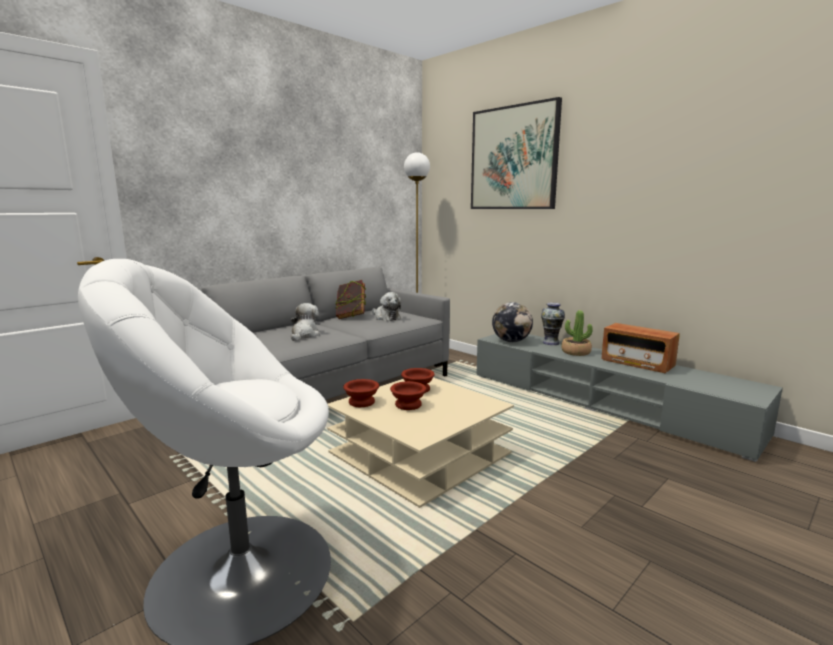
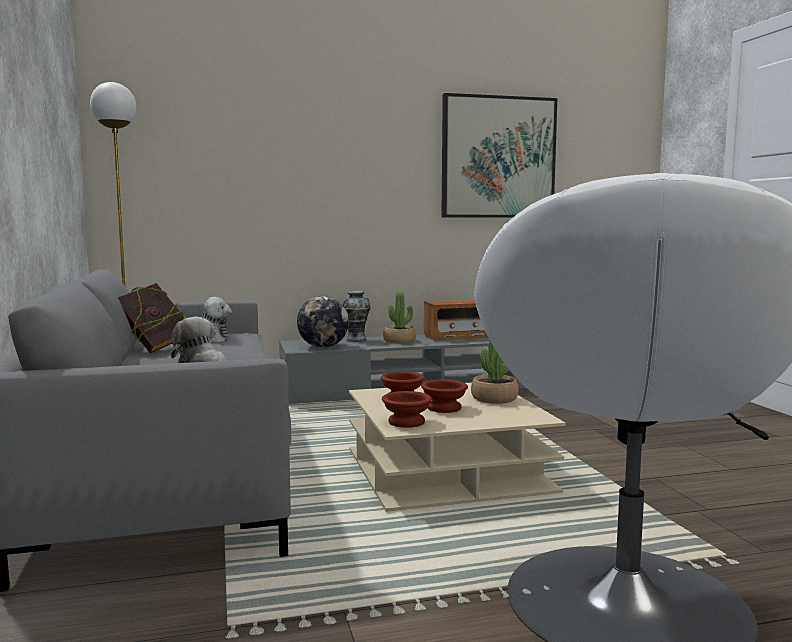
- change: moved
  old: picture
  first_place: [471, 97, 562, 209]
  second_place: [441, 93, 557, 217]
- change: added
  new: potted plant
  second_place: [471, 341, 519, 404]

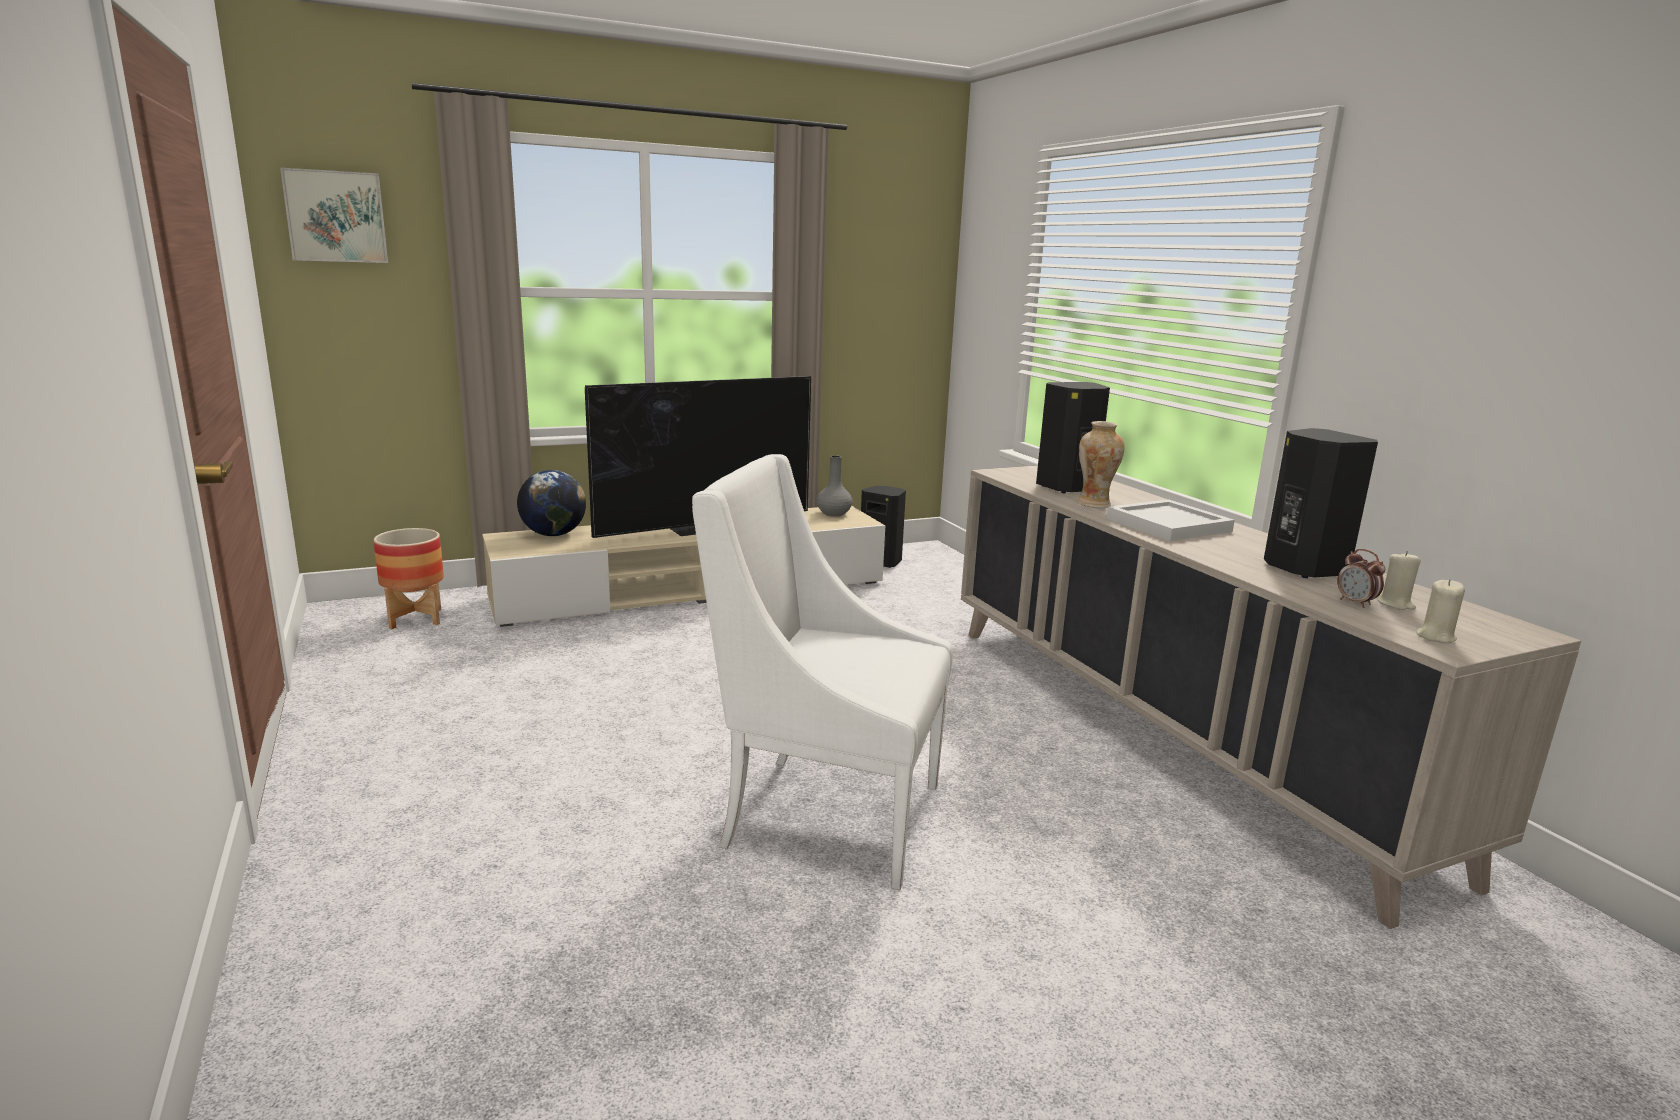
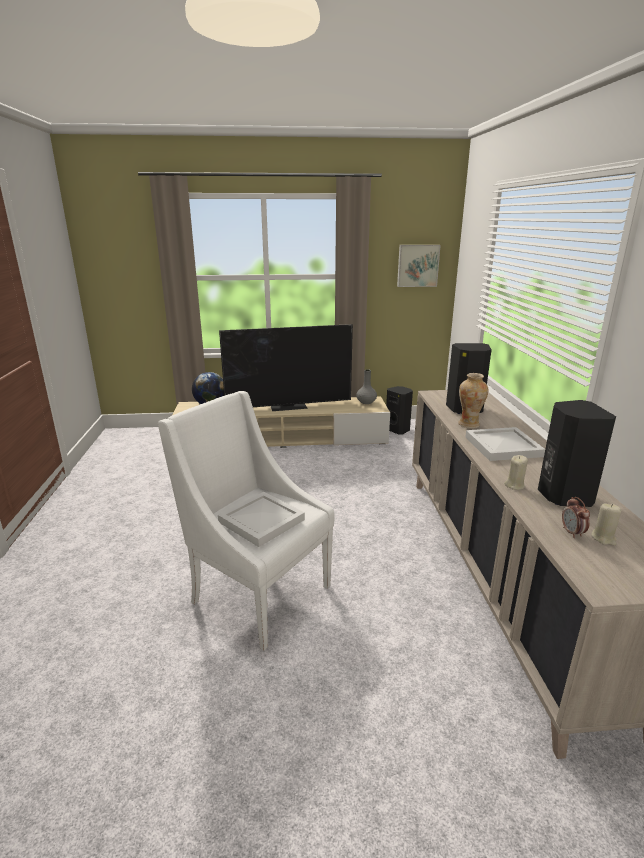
- change: added
  new: white-coloured carrying tray
  second_place: [218, 492, 305, 547]
- change: moved
  old: picture
  first_place: [280, 168, 388, 263]
  second_place: [397, 245, 441, 287]
- change: moved
  old: beige candle
  first_place: [1416, 580, 1465, 643]
  second_place: [504, 455, 528, 490]
- change: removed
  old: flower pot
  first_place: [373, 528, 444, 629]

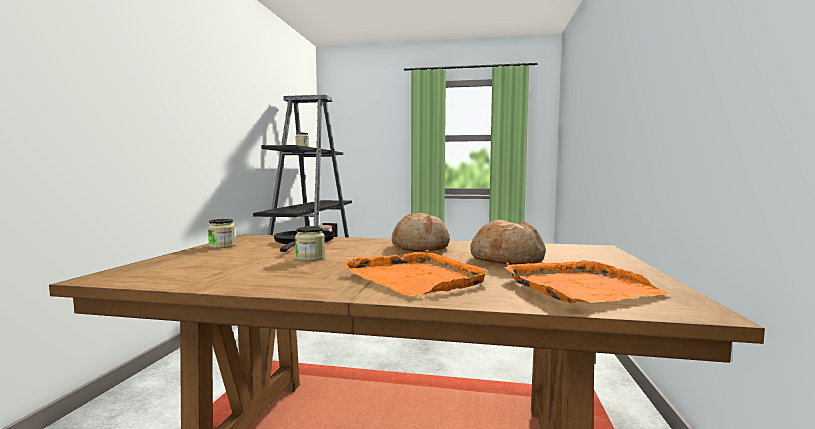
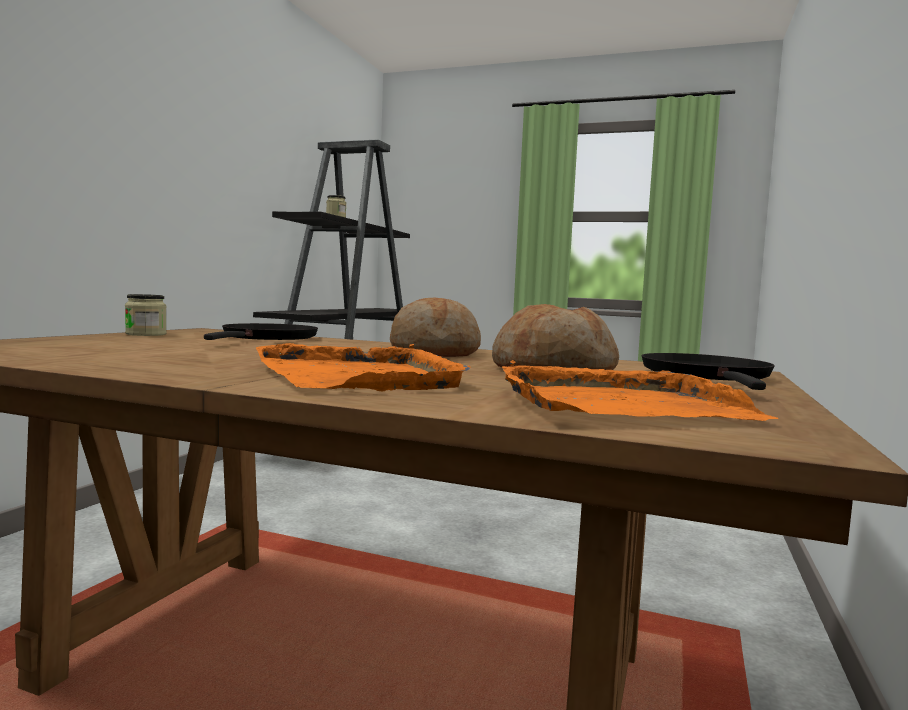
- change: added
  new: black frying pan
  second_place: [641, 353, 775, 390]
- change: removed
  old: storage jar
  first_place: [295, 226, 325, 261]

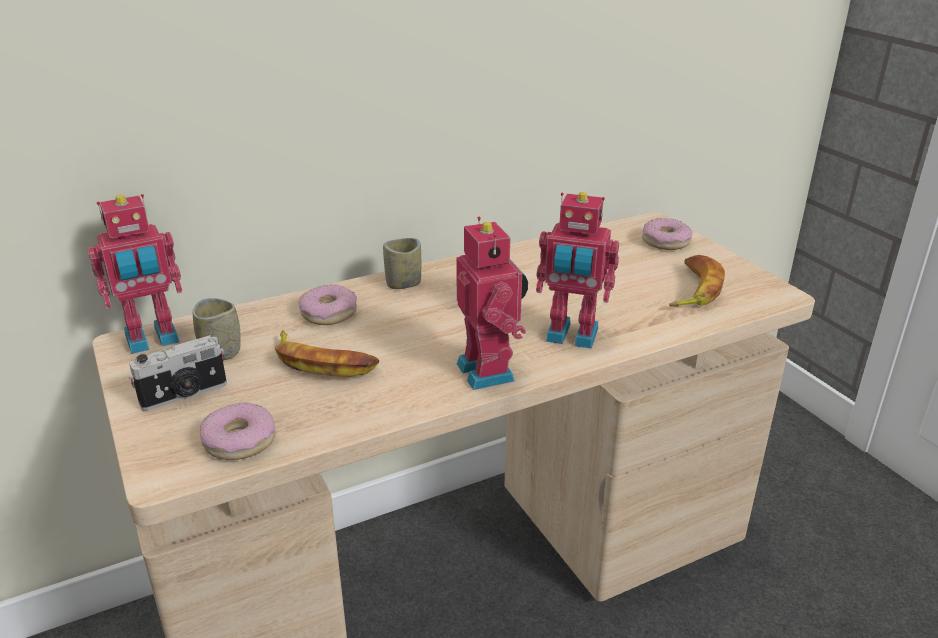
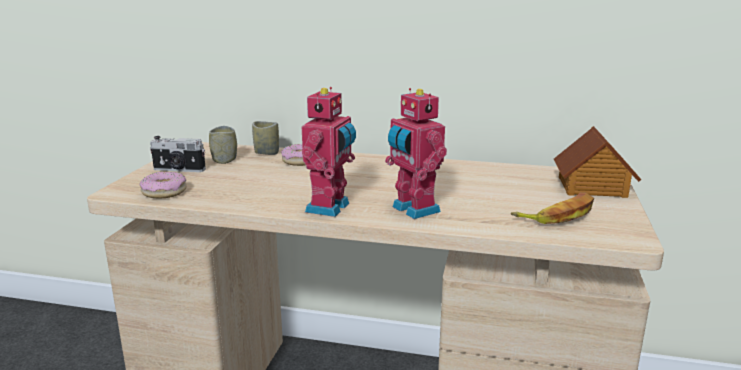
- change: moved
  old: small cup
  first_place: [383, 238, 421, 289]
  second_place: [252, 121, 279, 155]
- change: replaced
  old: ring doughnut
  new: model house
  first_place: [642, 218, 693, 250]
  second_place: [554, 126, 642, 198]
- change: removed
  old: toy robot
  first_place: [88, 194, 182, 354]
- change: removed
  old: whole banana
  first_place: [275, 330, 379, 377]

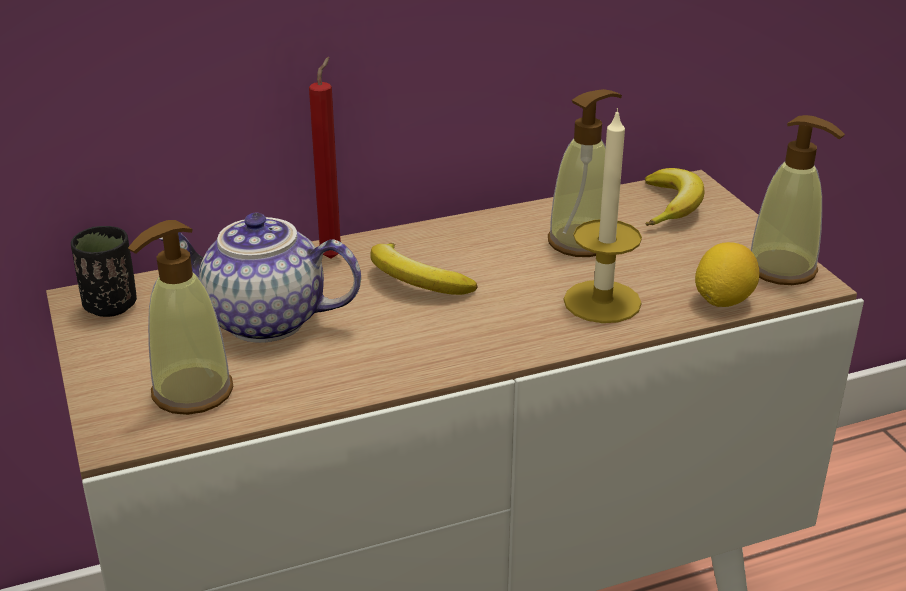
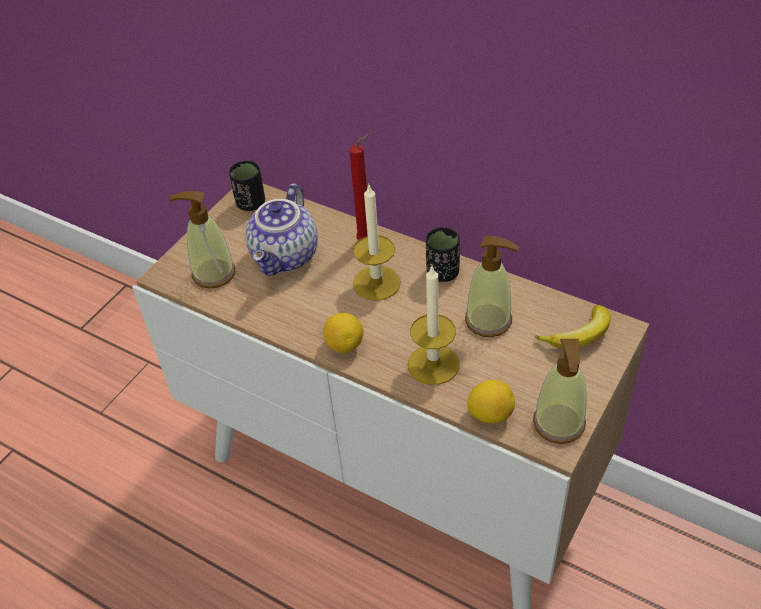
- change: turned
  old: teapot
  first_place: [159, 213, 361, 343]
  second_place: [246, 183, 318, 275]
  degrees: -135
- change: added
  new: citrus fruit
  second_place: [323, 313, 364, 353]
- change: replaced
  old: whole banana
  new: candle
  first_place: [370, 243, 478, 295]
  second_place: [353, 183, 401, 301]
- change: added
  new: black small cup
  second_place: [426, 227, 460, 282]

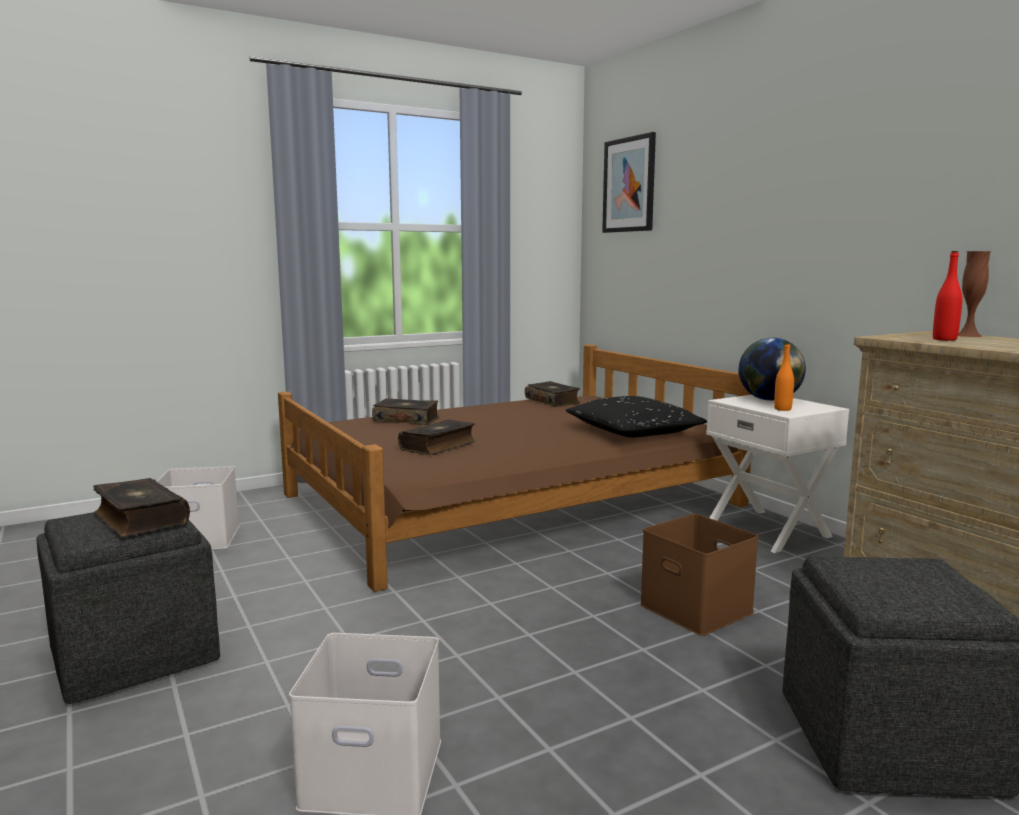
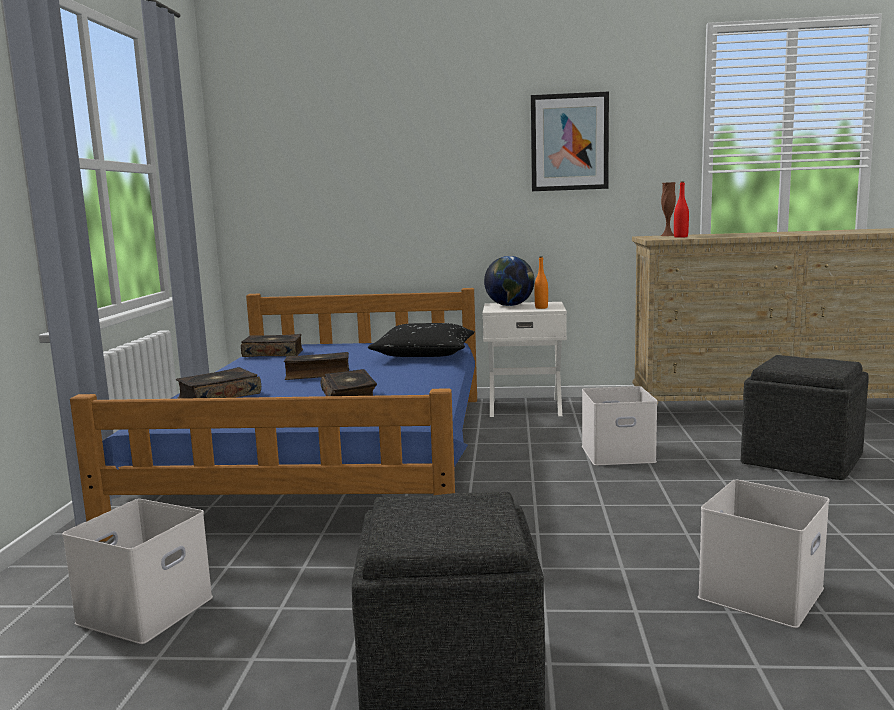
- change: recoloured
  old: brown bed
  new: blue bed
  first_place: [278, 344, 752, 592]
  second_place: [70, 288, 477, 541]
- change: moved
  old: book
  first_place: [93, 478, 190, 537]
  second_place: [284, 352, 349, 380]
- change: moved
  old: picture
  first_place: [602, 132, 656, 233]
  second_place: [531, 91, 609, 191]
- change: recoloured
  old: brown storage bin
  new: white-coloured storage bin
  first_place: [640, 514, 759, 636]
  second_place: [582, 386, 658, 465]

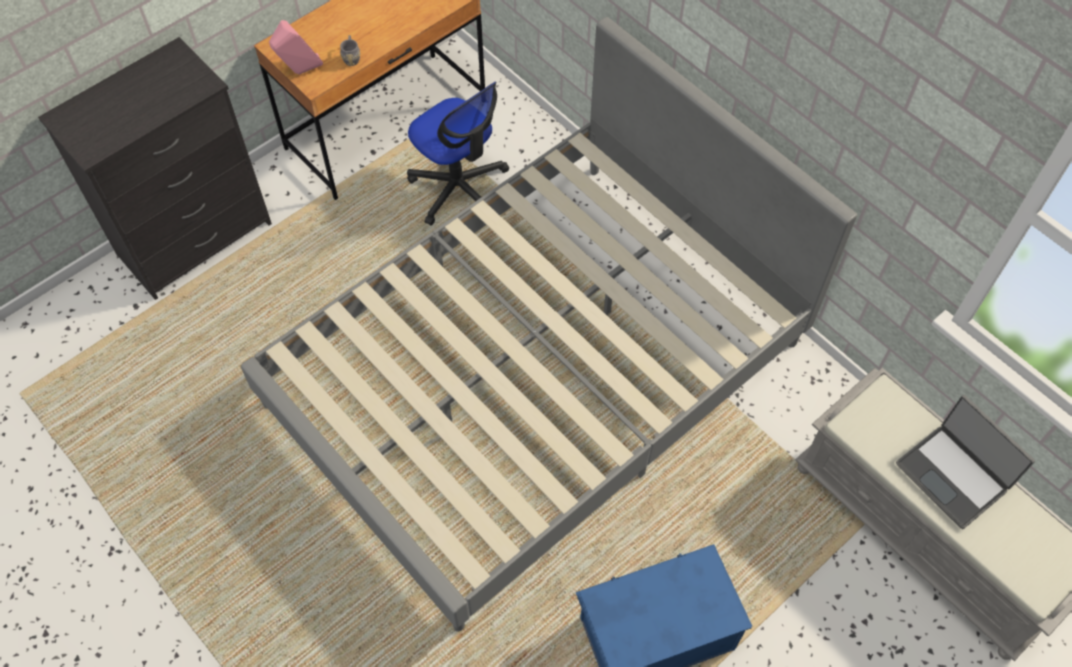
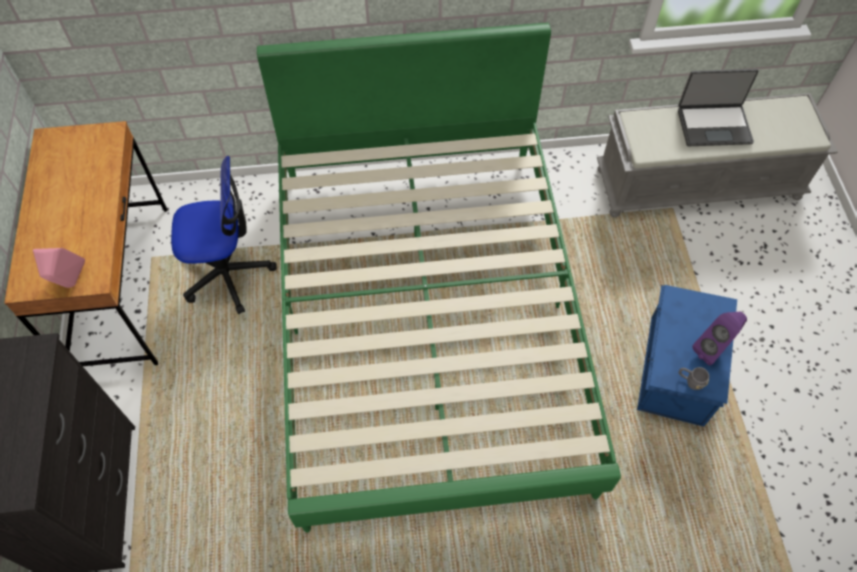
- change: recoloured
  old: grey bed
  new: greenish bed
  first_place: [241, 17, 857, 632]
  second_place: [257, 23, 621, 533]
- change: moved
  old: grey tea mug
  first_place: [340, 35, 360, 66]
  second_place: [679, 367, 709, 390]
- change: added
  new: purple speaker
  second_place: [693, 312, 747, 365]

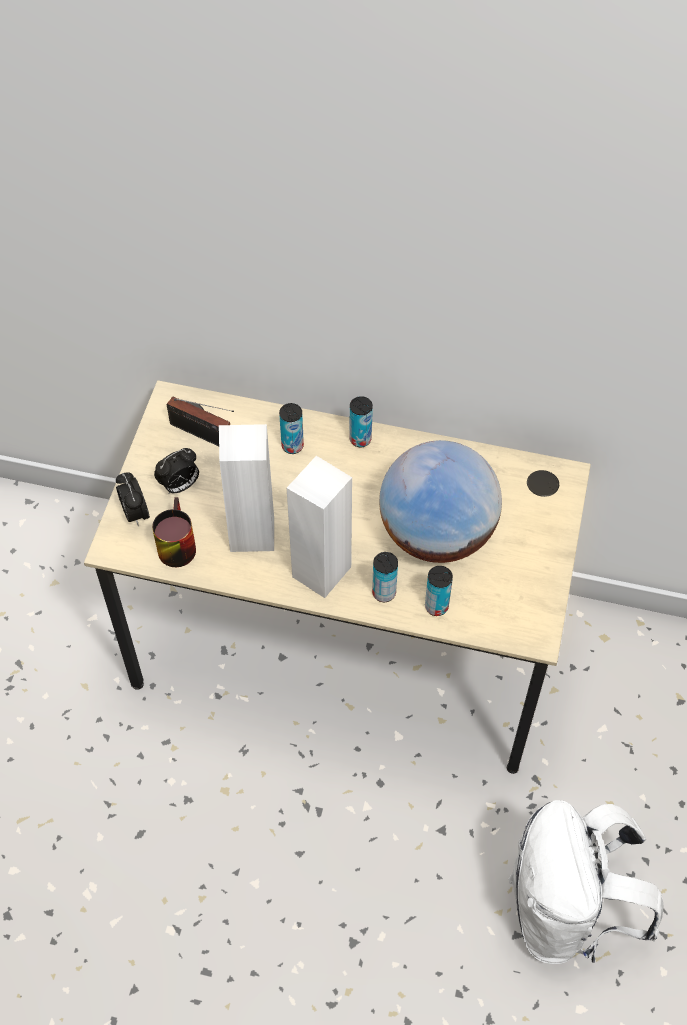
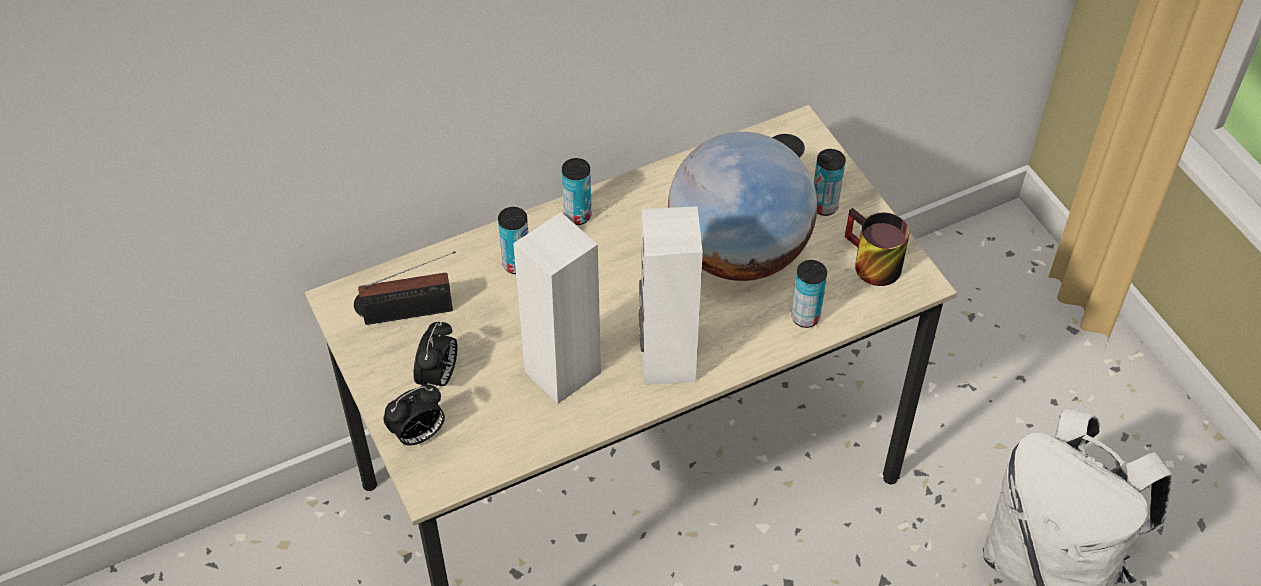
- change: turned
  old: alarm clock
  first_place: [116, 472, 150, 526]
  second_place: [384, 384, 445, 446]
  degrees: -60
- change: moved
  old: metal can
  first_place: [372, 552, 398, 602]
  second_place: [814, 149, 846, 216]
- change: moved
  old: tea mug
  first_place: [152, 497, 196, 567]
  second_place: [845, 208, 910, 286]

